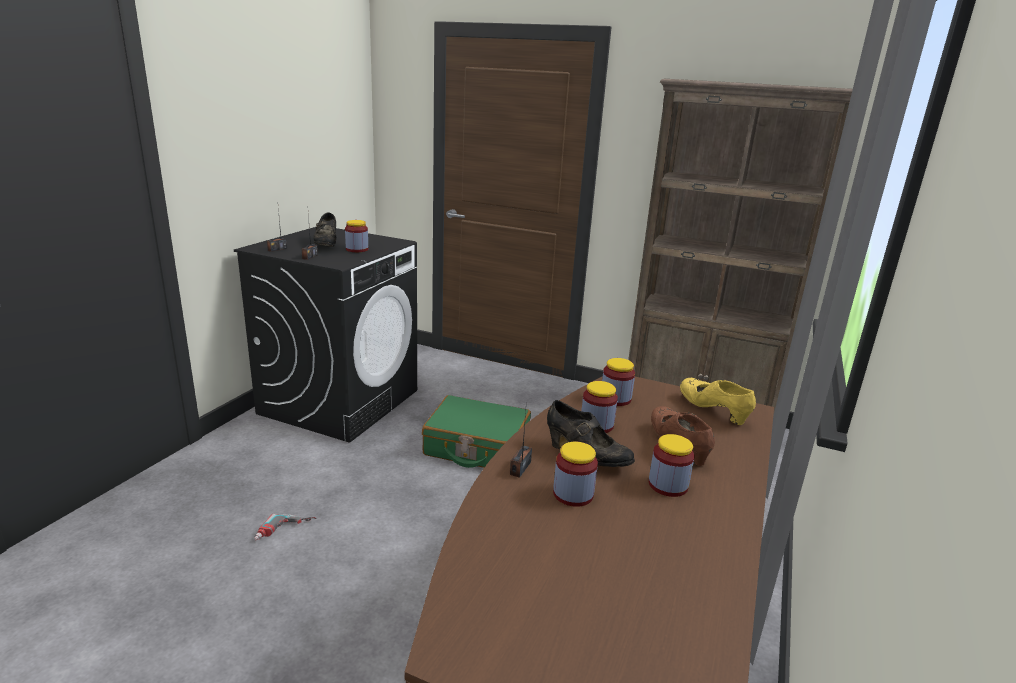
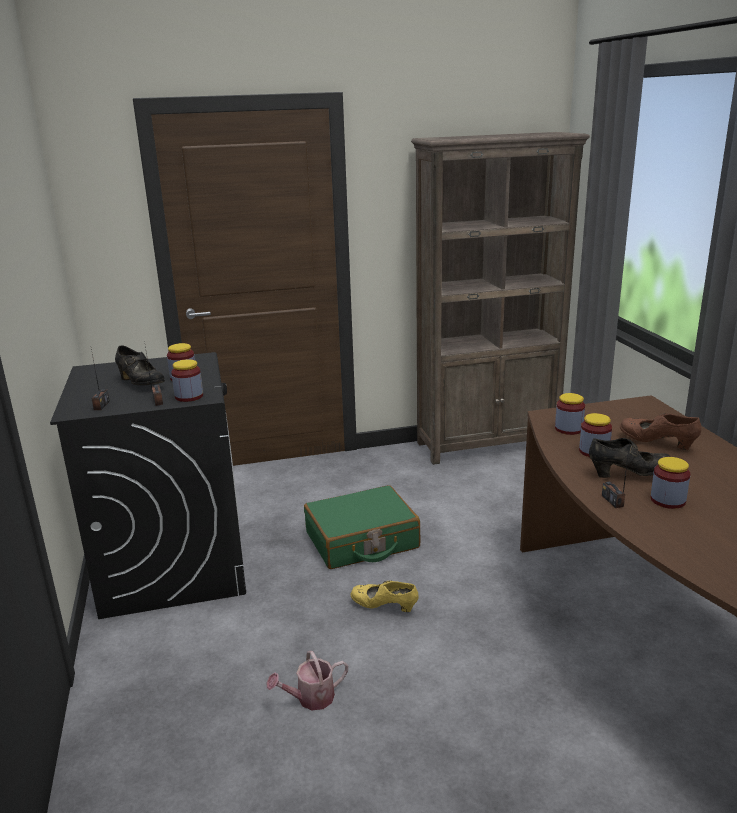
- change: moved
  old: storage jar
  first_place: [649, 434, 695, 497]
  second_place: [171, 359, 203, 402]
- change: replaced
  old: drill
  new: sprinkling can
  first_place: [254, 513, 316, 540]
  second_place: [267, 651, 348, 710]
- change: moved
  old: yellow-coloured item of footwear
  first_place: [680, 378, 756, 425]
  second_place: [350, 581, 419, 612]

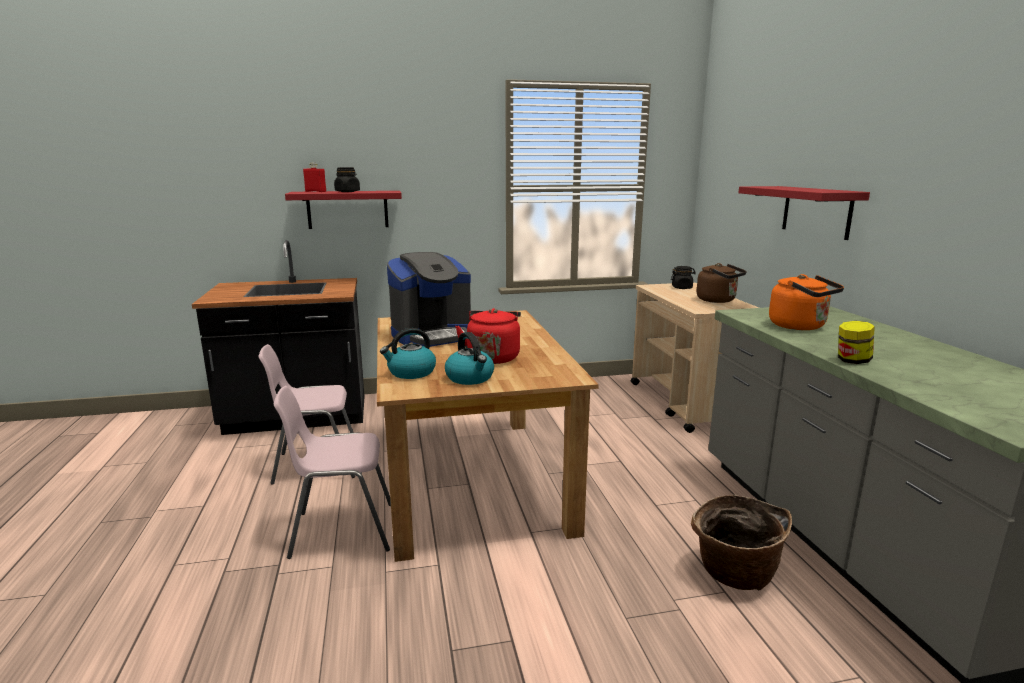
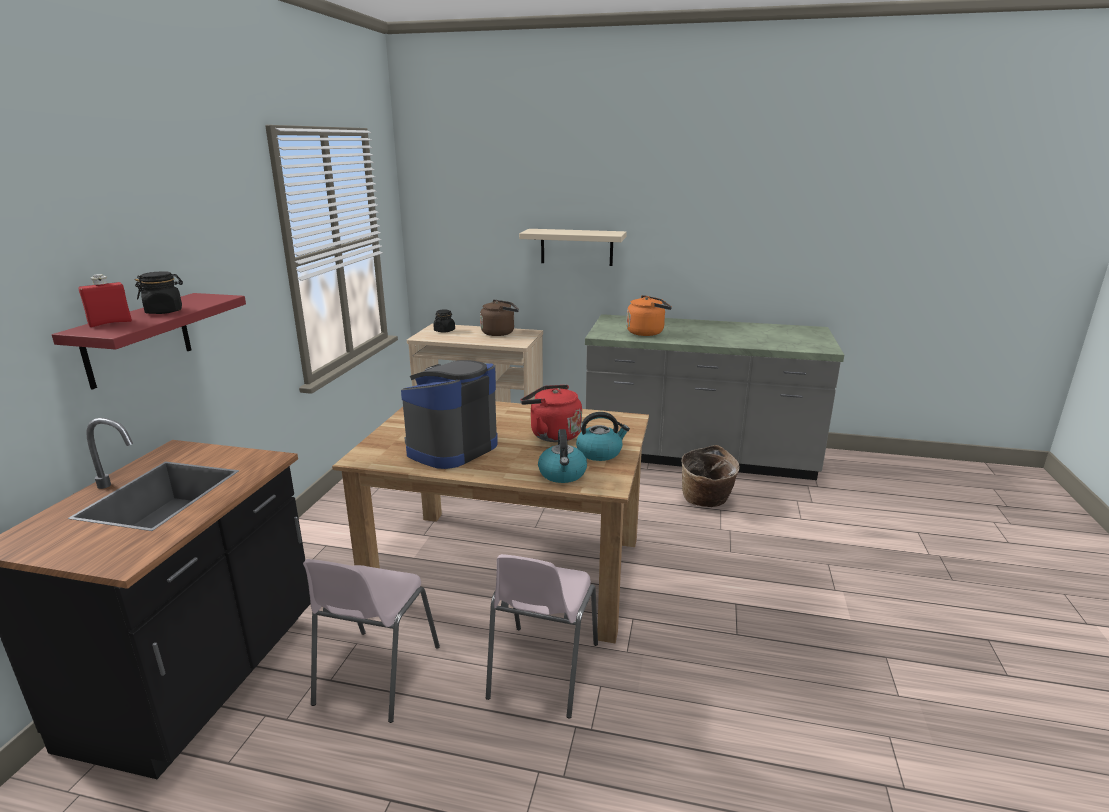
- change: turned
  old: coffee brewer
  first_place: [387, 252, 471, 347]
  second_place: [401, 360, 498, 469]
  degrees: -135
- change: recoloured
  old: reddish bracket shelf
  new: beige bracket shelf
  first_place: [738, 186, 870, 240]
  second_place: [519, 229, 627, 266]
- change: removed
  old: storage jar
  first_place: [838, 321, 875, 364]

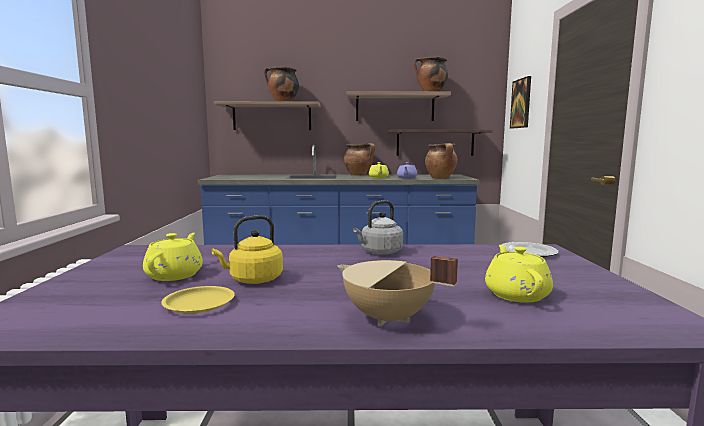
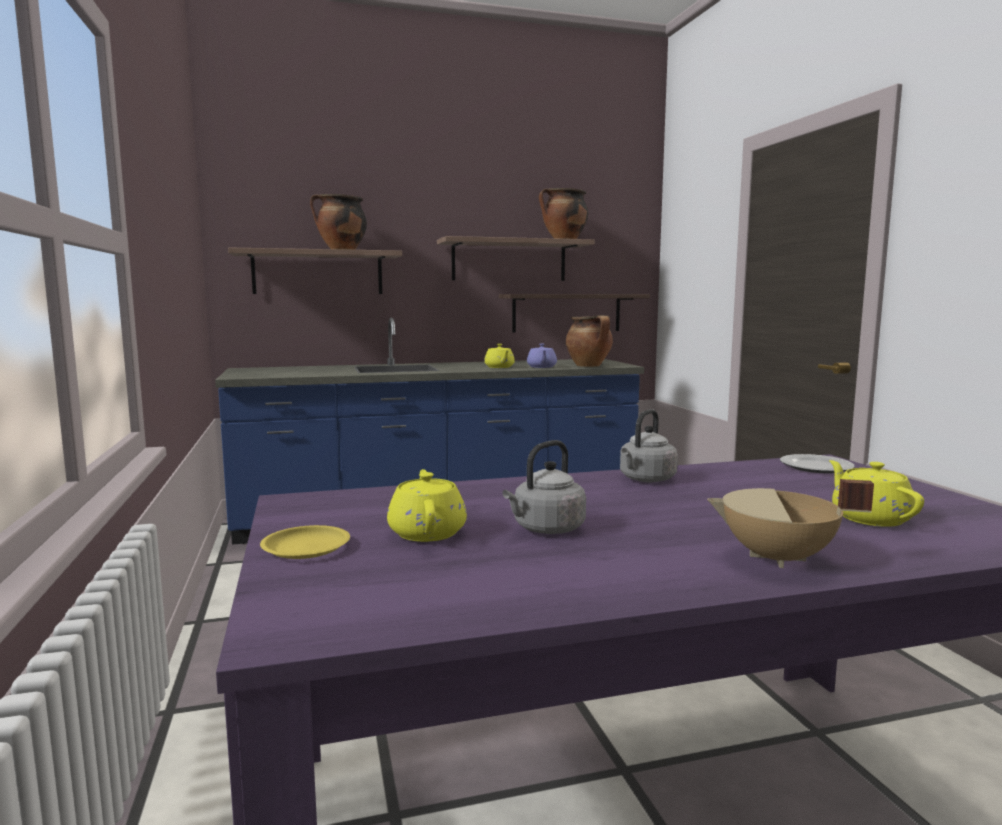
- change: moved
  old: yellow-coloured plate
  first_place: [161, 286, 235, 314]
  second_place: [260, 525, 350, 559]
- change: recoloured
  old: yellow-coloured kettle
  new: grey kettle
  first_place: [212, 215, 283, 284]
  second_place: [502, 440, 586, 534]
- change: removed
  old: cooking pot
  first_place: [344, 143, 375, 175]
- change: removed
  old: picture
  first_place: [510, 76, 531, 129]

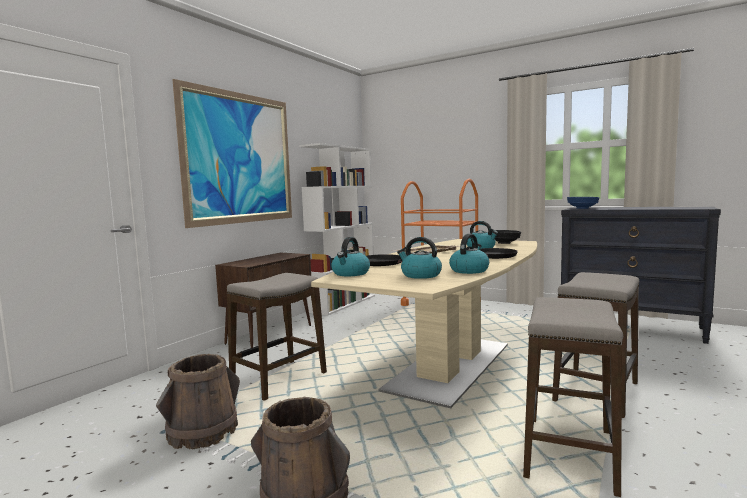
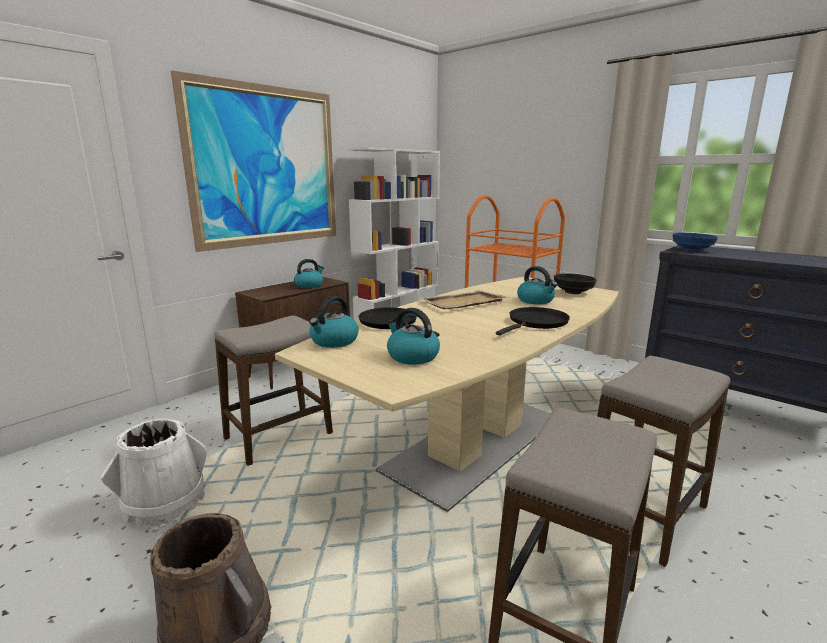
- change: recoloured
  old: brown pail
  new: white-coloured pail
  first_place: [156, 354, 240, 449]
  second_place: [101, 418, 207, 527]
- change: moved
  old: kettle
  first_place: [449, 234, 489, 274]
  second_place: [294, 259, 324, 288]

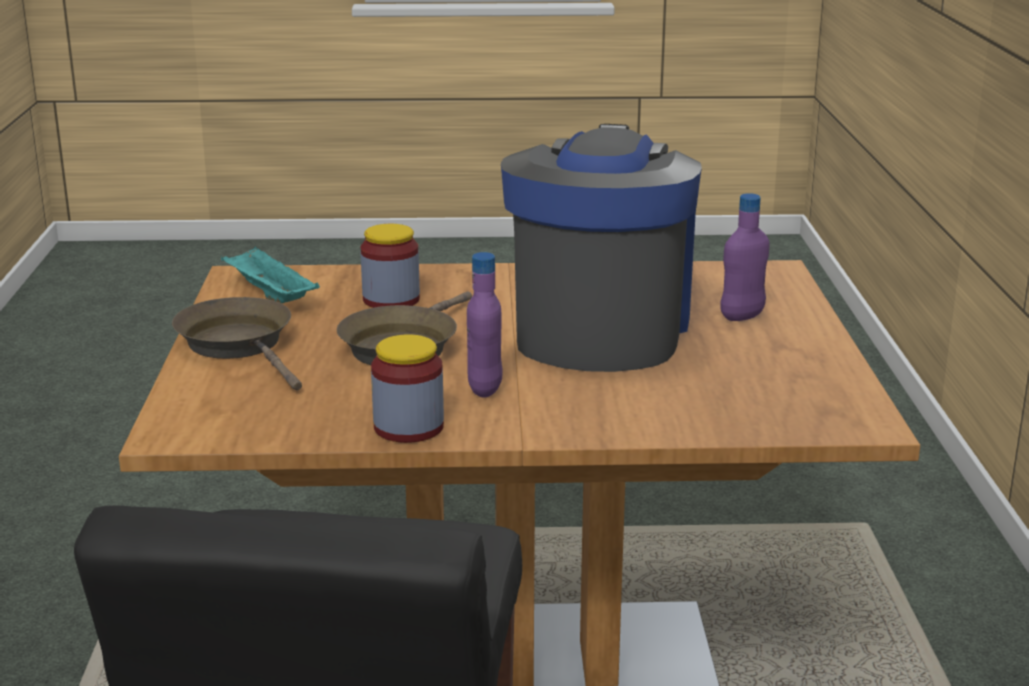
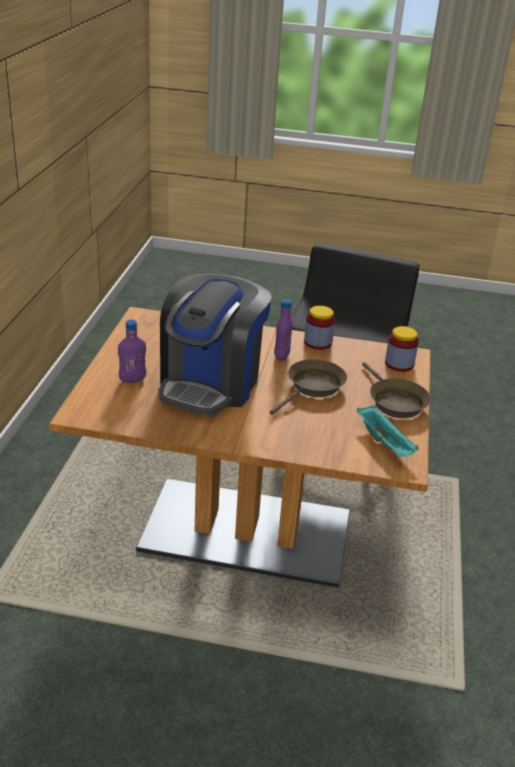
- change: moved
  old: storage jar
  first_place: [361, 224, 420, 308]
  second_place: [385, 326, 419, 372]

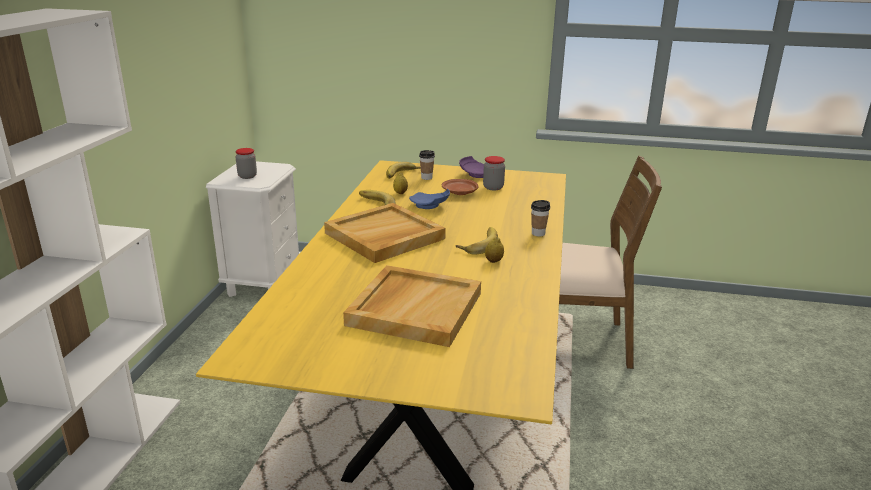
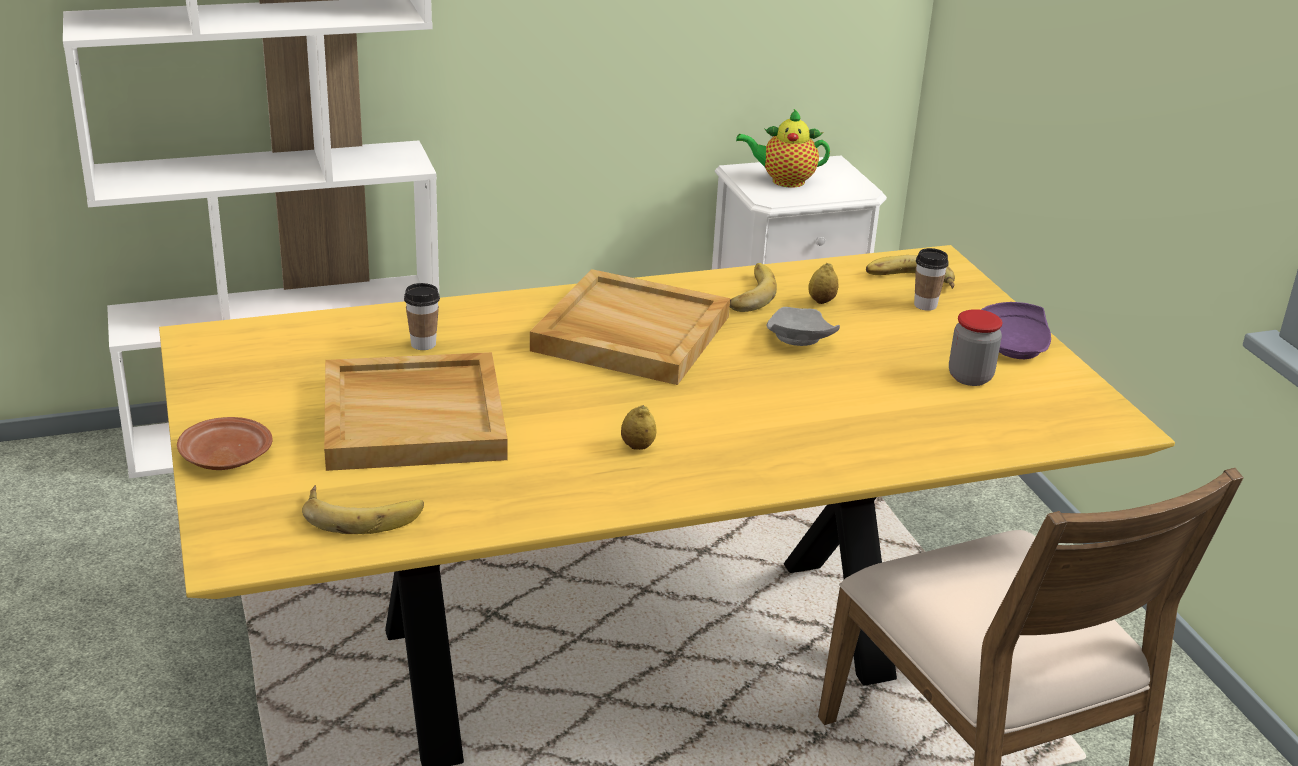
- change: moved
  old: brown plate
  first_place: [442, 179, 479, 195]
  second_place: [177, 417, 273, 470]
- change: moved
  old: whole banana
  first_place: [456, 227, 498, 255]
  second_place: [302, 485, 424, 534]
- change: moved
  old: small cup
  first_place: [531, 200, 550, 236]
  second_place: [404, 283, 440, 350]
- change: replaced
  old: storage jar
  new: teapot
  first_place: [236, 148, 257, 179]
  second_place: [736, 109, 830, 188]
- change: recoloured
  old: blue plate
  new: grey plate
  first_place: [409, 189, 450, 209]
  second_place: [766, 307, 840, 346]

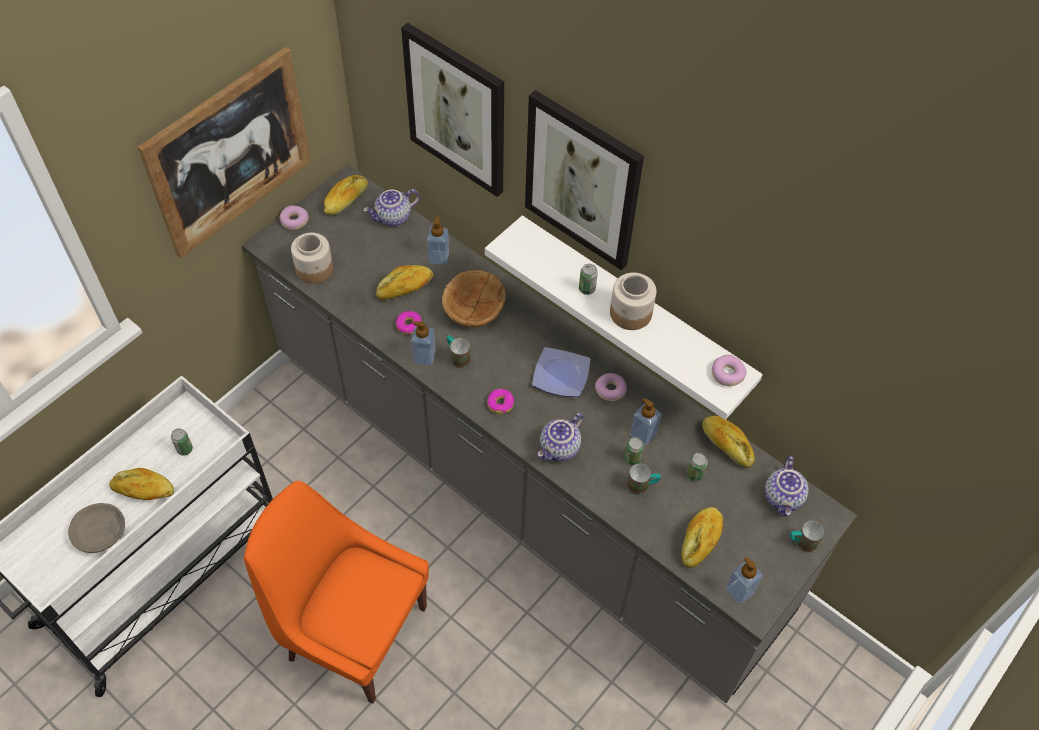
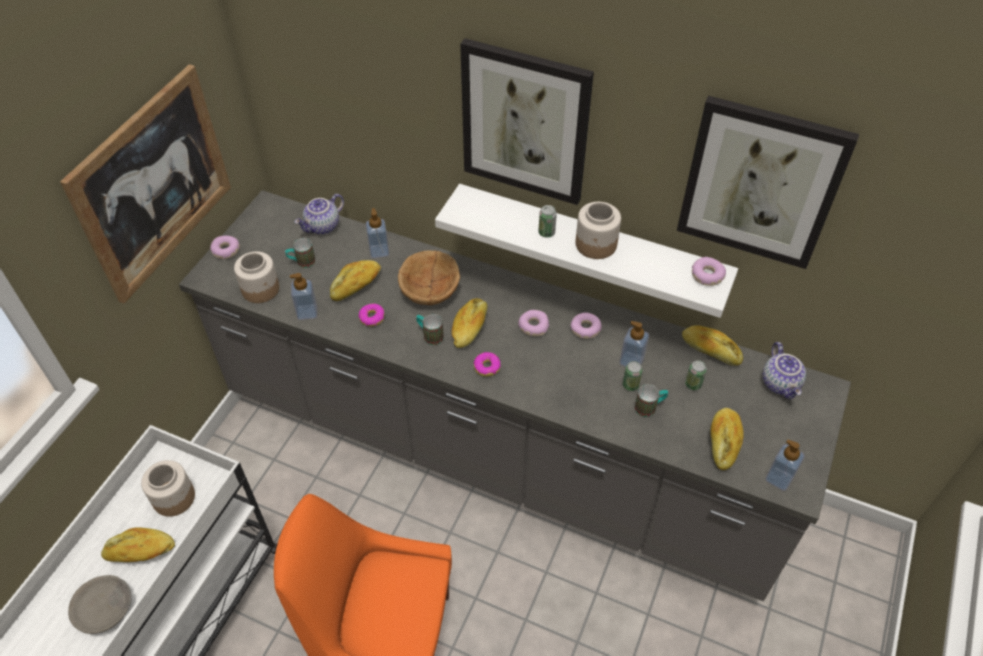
- change: replaced
  old: metal can
  new: storage jar
  first_place: [171, 428, 193, 456]
  second_place: [141, 460, 195, 517]
- change: moved
  old: tea mug
  first_place: [790, 521, 824, 553]
  second_place: [285, 238, 315, 268]
- change: moved
  old: liquid soap bottle
  first_place: [411, 321, 436, 365]
  second_place: [290, 273, 317, 320]
- change: moved
  old: bakery bread
  first_place: [324, 175, 368, 215]
  second_place: [451, 298, 488, 348]
- change: replaced
  old: plate
  new: ring doughnut
  first_place: [532, 347, 590, 397]
  second_place: [518, 310, 549, 336]
- change: moved
  old: picture
  first_place: [401, 23, 504, 197]
  second_place: [677, 96, 859, 269]
- change: removed
  old: teapot
  first_place: [537, 412, 584, 461]

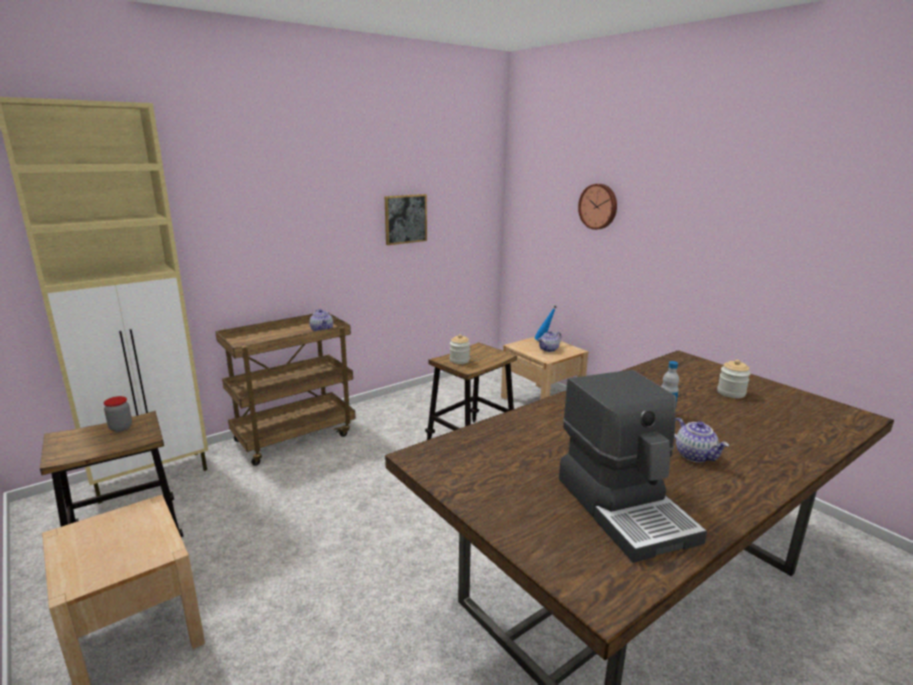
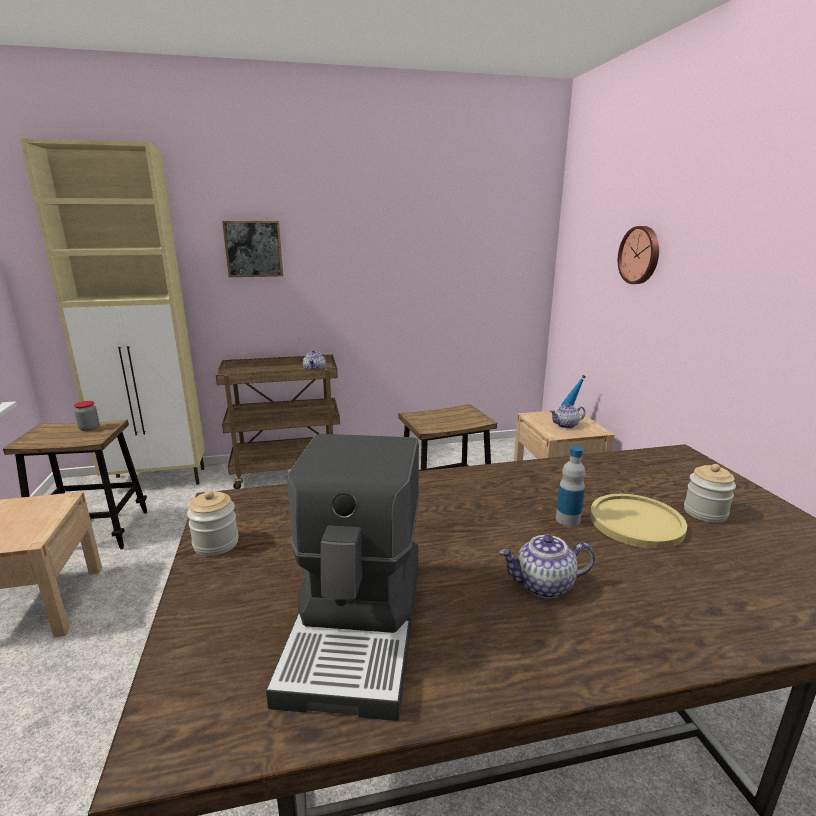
- change: moved
  old: storage jar
  first_place: [450, 334, 470, 364]
  second_place: [187, 491, 239, 556]
- change: moved
  old: picture
  first_place: [384, 194, 427, 245]
  second_place: [222, 221, 283, 277]
- change: turned
  old: teapot
  first_place: [674, 418, 729, 463]
  second_place: [499, 535, 595, 599]
  degrees: 90
- change: added
  new: yellow-coloured plate
  second_place: [590, 494, 687, 549]

